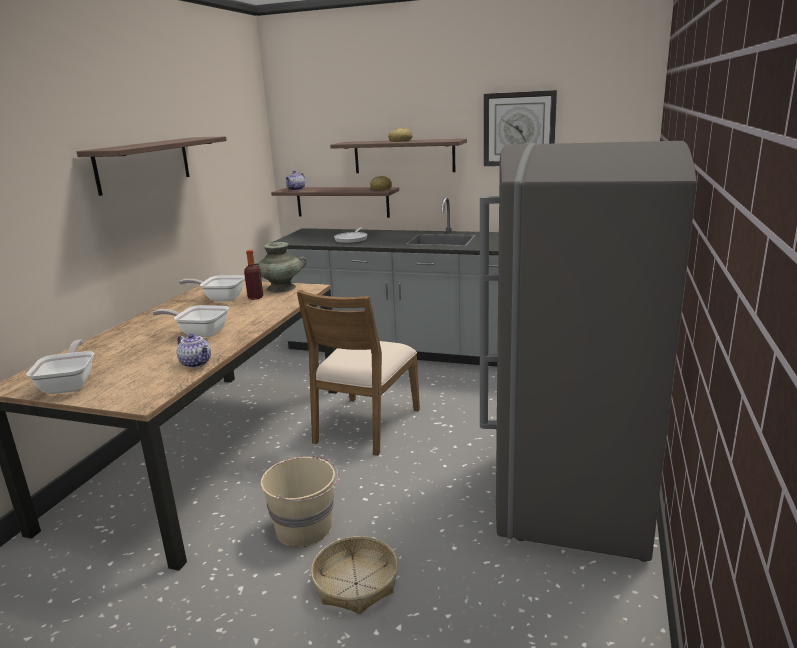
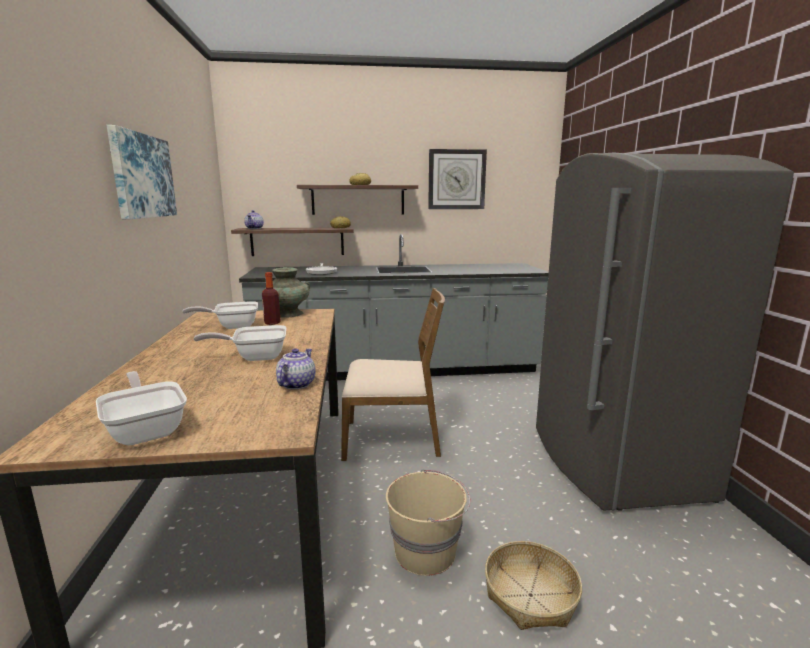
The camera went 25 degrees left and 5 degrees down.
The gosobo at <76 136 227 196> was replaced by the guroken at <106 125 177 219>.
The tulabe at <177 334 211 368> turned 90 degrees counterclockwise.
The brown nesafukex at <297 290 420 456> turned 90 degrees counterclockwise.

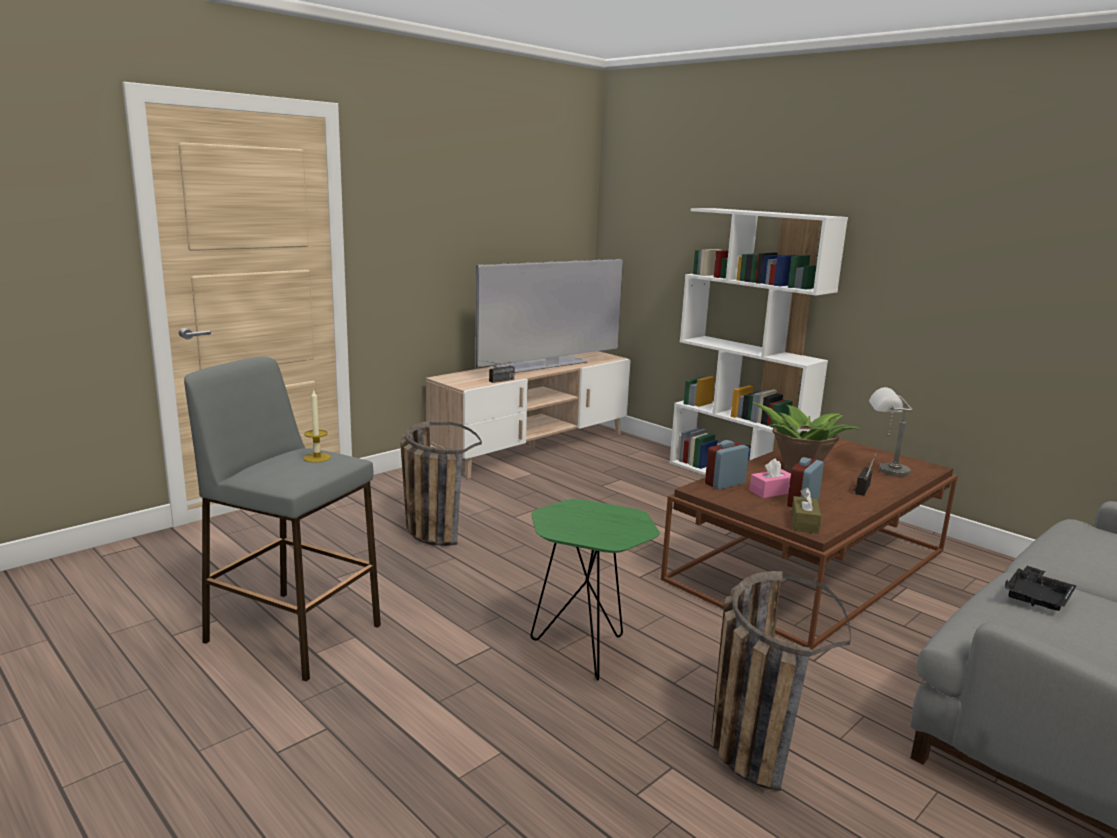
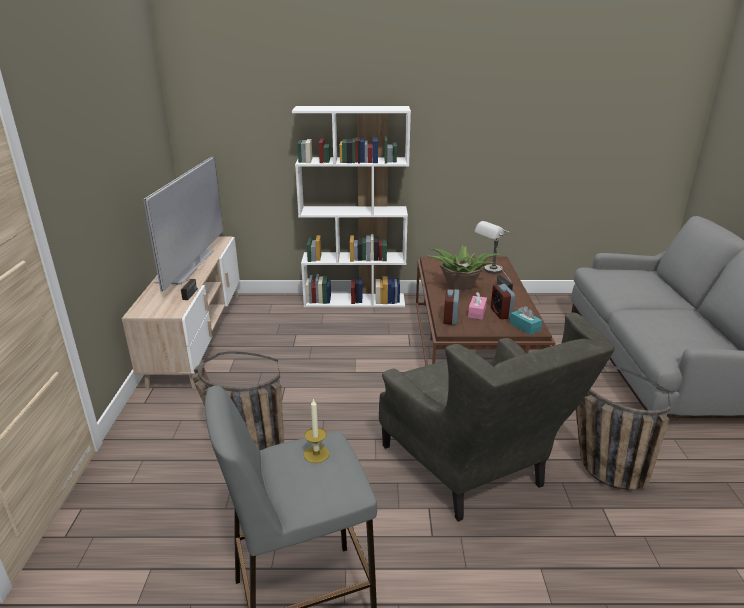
The camera went 45 degrees left and 10 degrees up.
The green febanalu at <530 499 660 681> was replaced by the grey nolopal at <379 313 615 522>.
The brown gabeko at <791 487 821 534> became the turquoise gabeko at <510 306 542 335>.
The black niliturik at <1005 565 1076 611> disappeared.

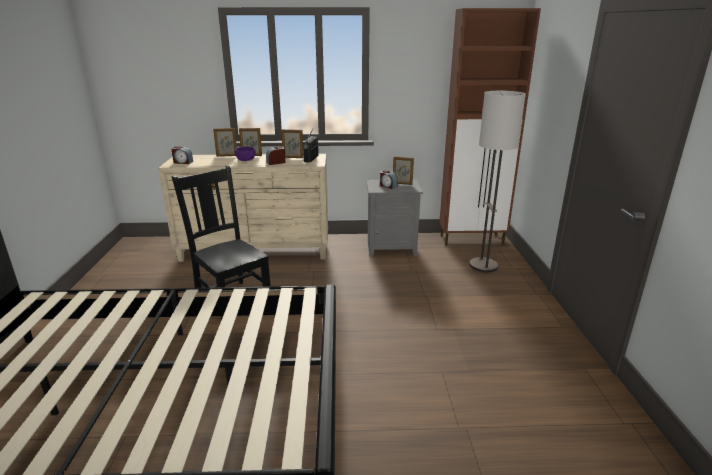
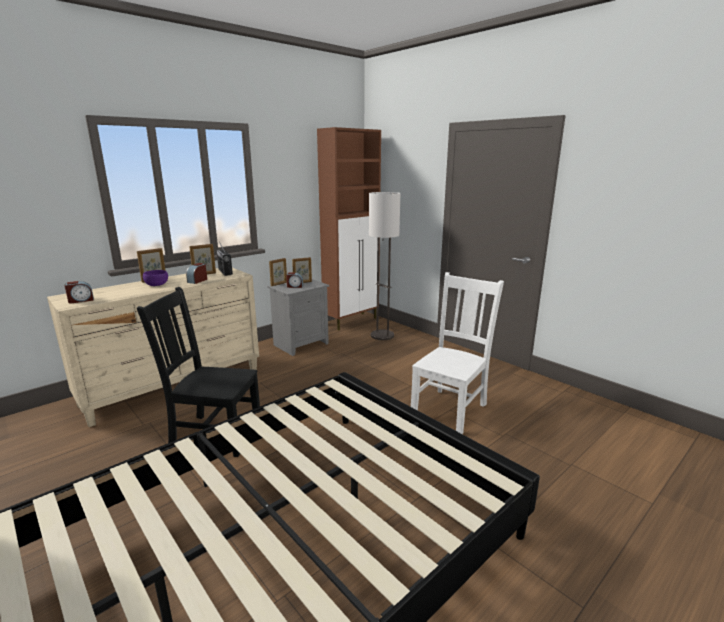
The camera went 40 degrees left and 5 degrees down.
The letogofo moved from <213 128 237 157> to <269 258 287 286>.
The white nesafukex at <411 272 504 434> appeared.

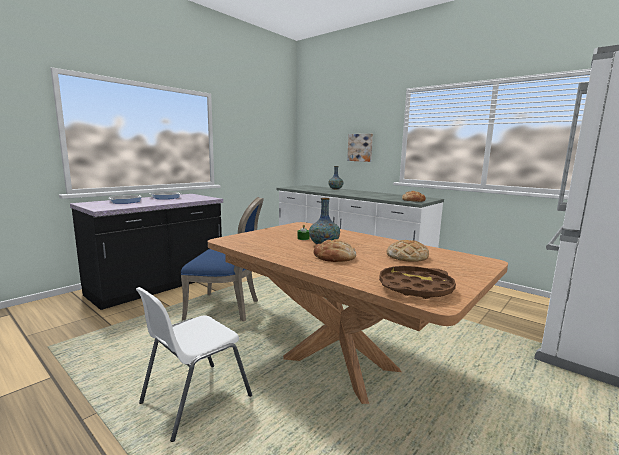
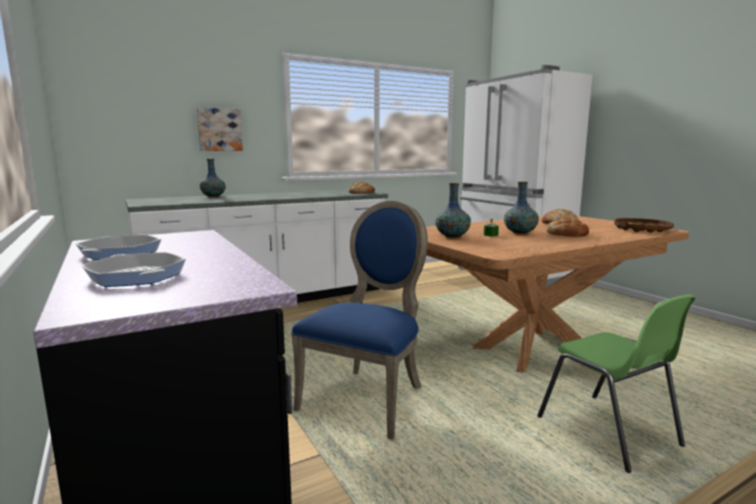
The camera went 70 degrees left and 0 degrees up.
The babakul at <435 183 471 238> appeared.
The white nesafukex at <136 287 252 442> became the green nesafukex at <537 295 696 473>.

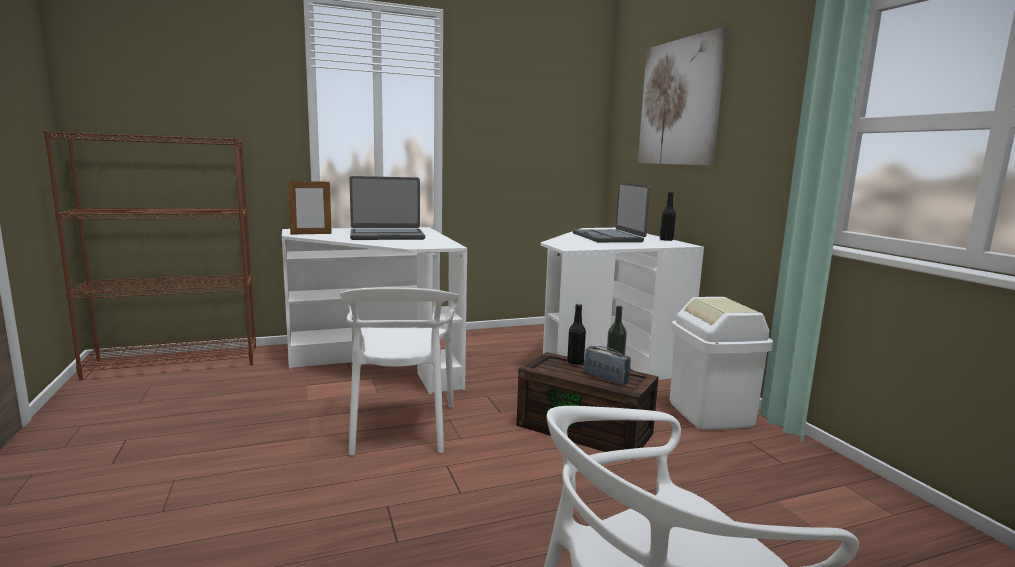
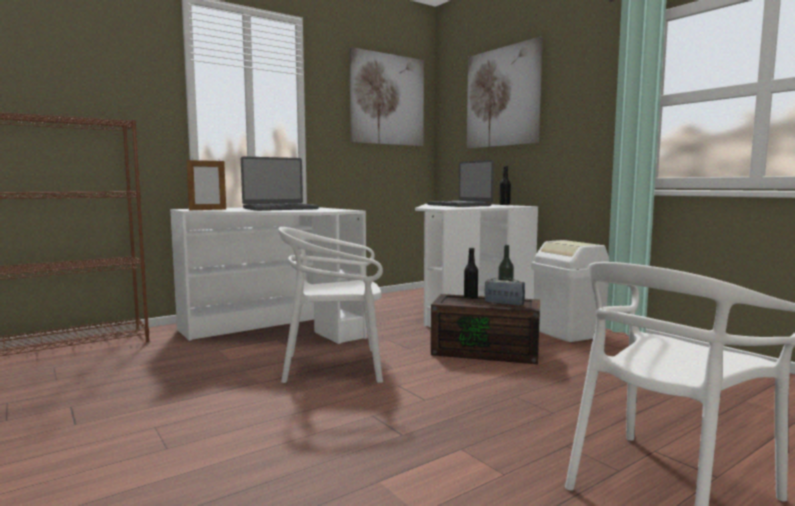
The camera went 15 degrees left and 5 degrees down.
The white nesafukex at <340 288 459 456> turned 105 degrees clockwise.
The guroken at <349 47 424 146> appeared.

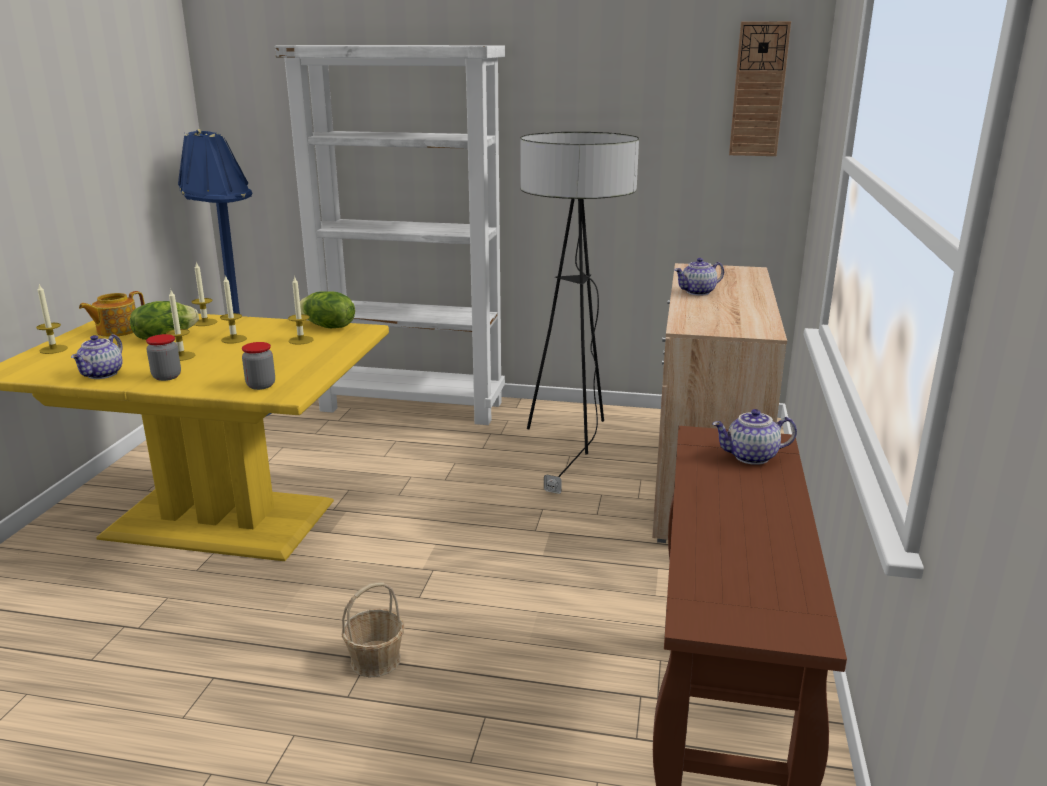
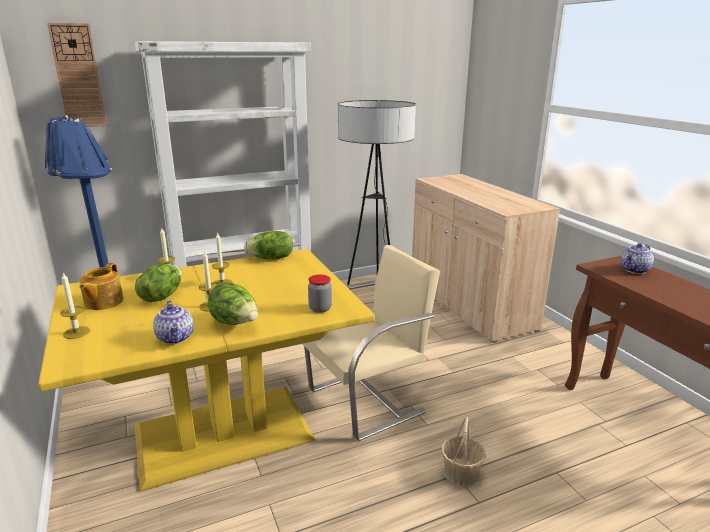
The camera went 35 degrees left and 0 degrees up.
The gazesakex moved from <729 21 791 156> to <47 23 107 127>.
The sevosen at <146 334 181 381> was replaced by the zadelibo at <208 282 258 325>.
The beige nesafukex at <302 245 440 441> appeared.
The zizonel at <288 276 314 345> disappeared.
The tulabe at <675 258 724 296> disappeared.

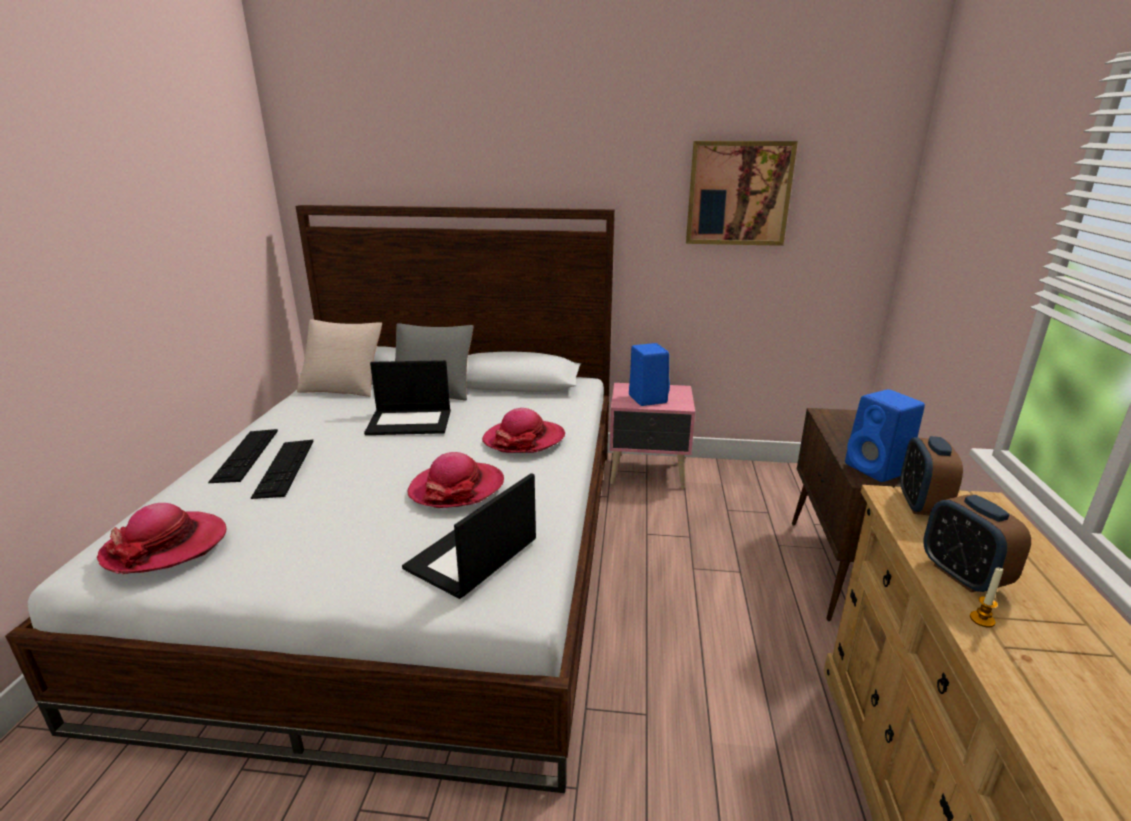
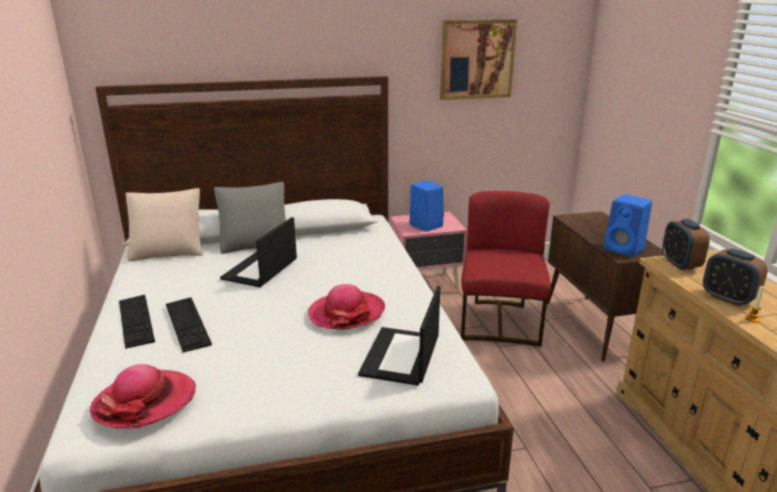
The camera went 20 degrees left and 0 degrees up.
The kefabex at <364 360 451 435> turned 135 degrees clockwise.
The red nesafukex at <461 191 551 347> appeared.
The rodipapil at <482 408 565 453> disappeared.

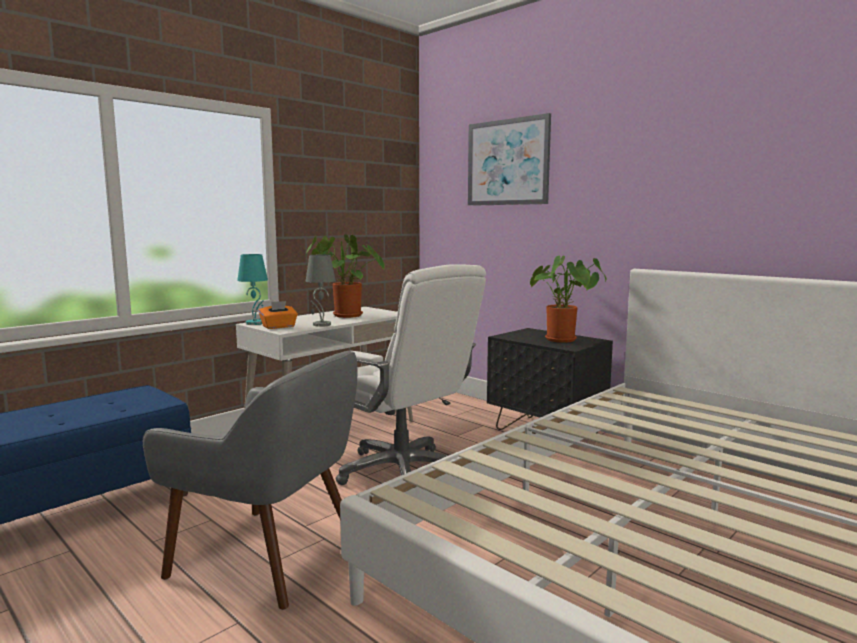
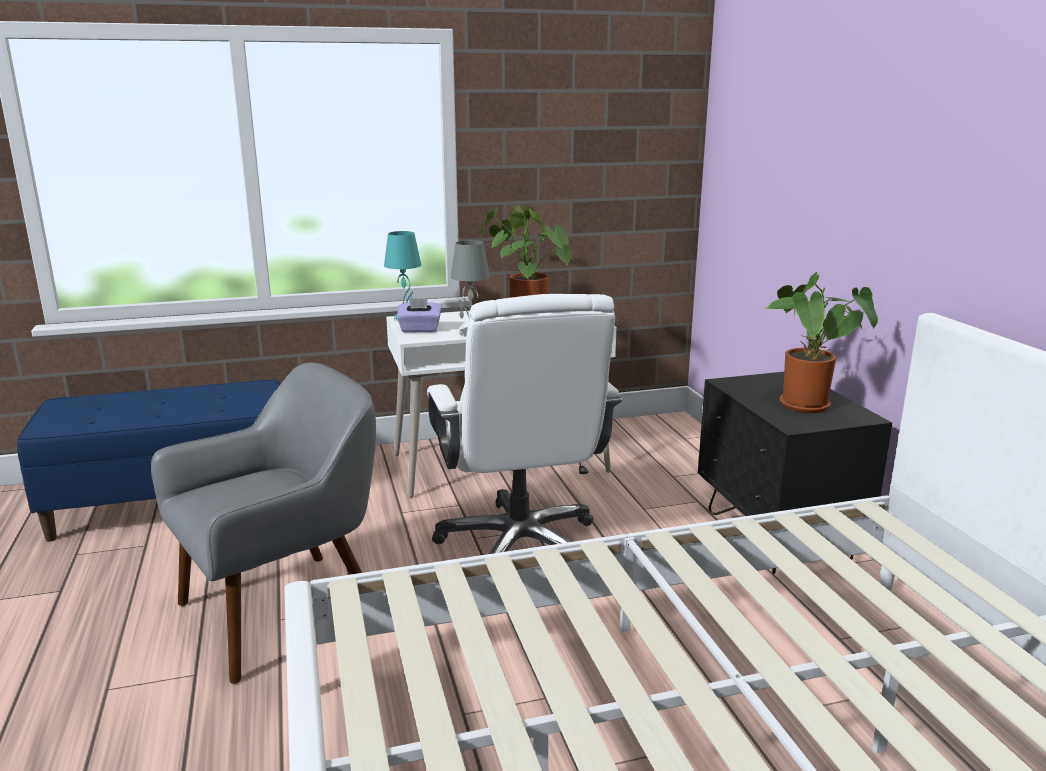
The camera went 30 degrees right and 10 degrees up.
The grey nolopal at <143 351 358 610> turned 90 degrees counterclockwise.
The orange gabeko at <259 301 298 329> became the purple gabeko at <397 298 442 332>.
The guroken at <468 113 551 206> disappeared.

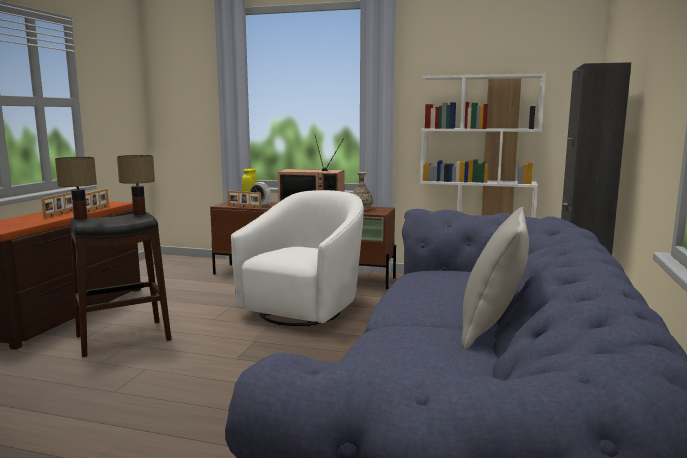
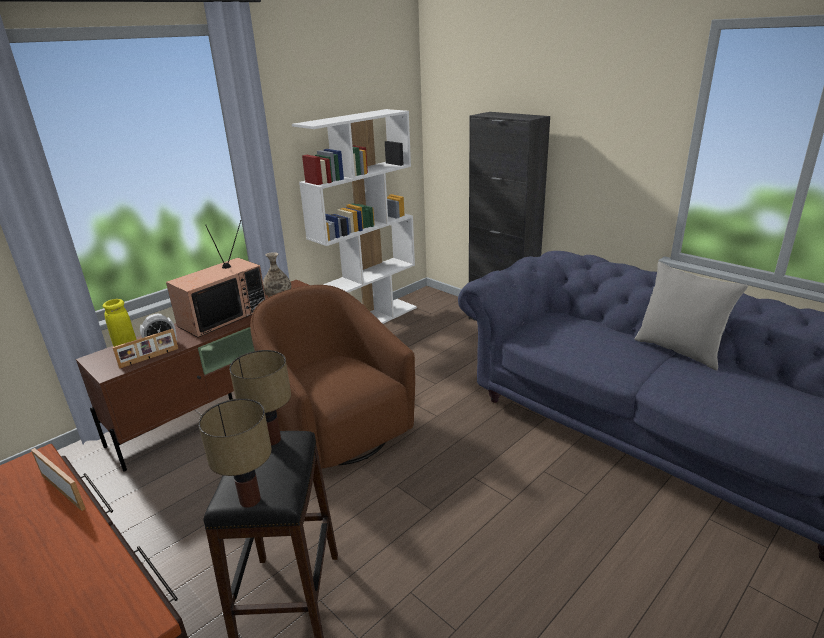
The camera went 60 degrees left and 15 degrees up.
The white nolopal at <231 190 364 326> became the brown nolopal at <250 285 415 470>.
The letogofo at <41 192 73 218> disappeared.

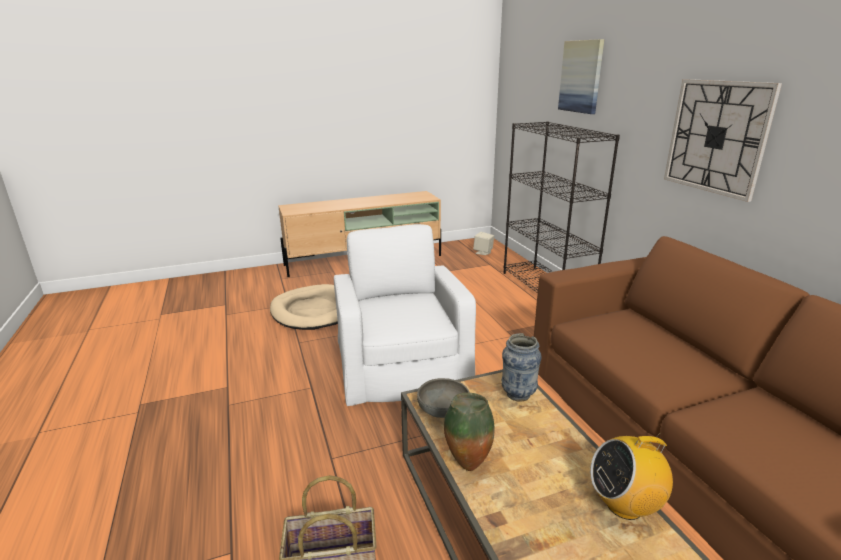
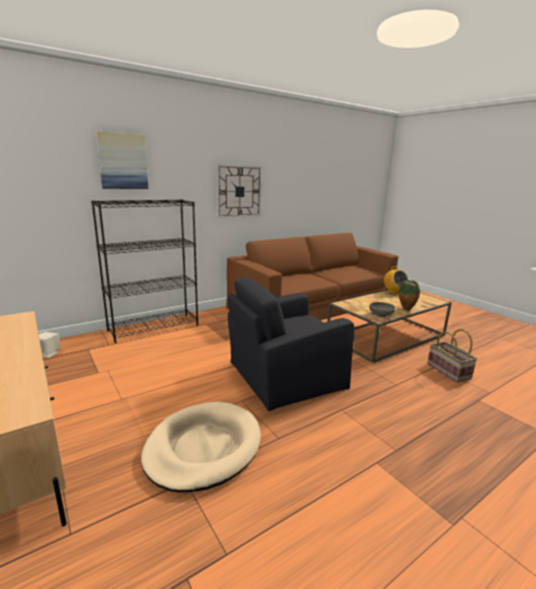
The camera went 105 degrees left and 5 degrees down.
The white nolopal at <334 224 476 406> became the black nolopal at <228 277 354 411>.
The babakul at <501 333 542 402> disappeared.

